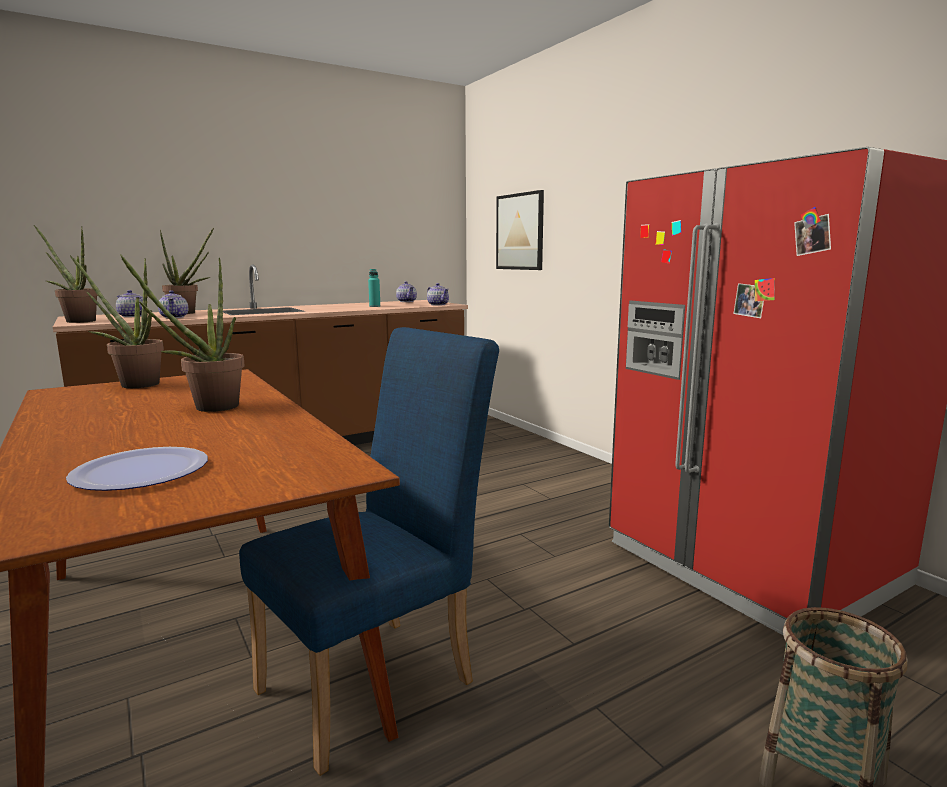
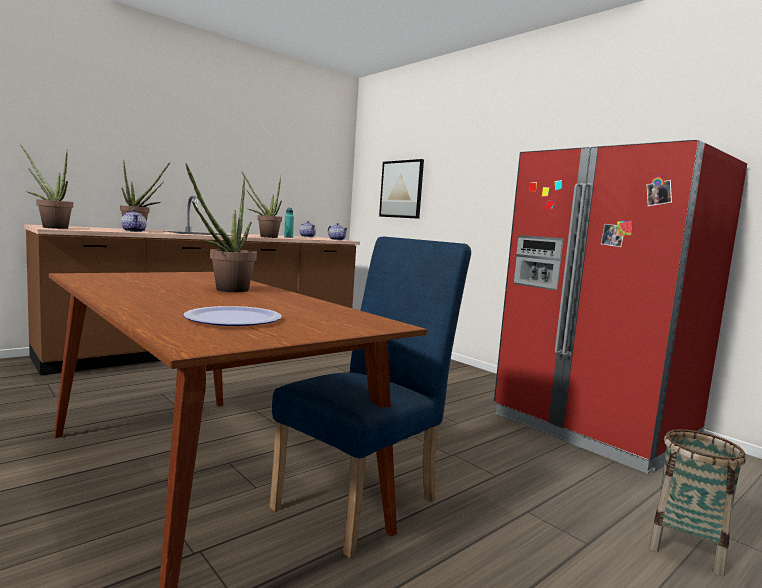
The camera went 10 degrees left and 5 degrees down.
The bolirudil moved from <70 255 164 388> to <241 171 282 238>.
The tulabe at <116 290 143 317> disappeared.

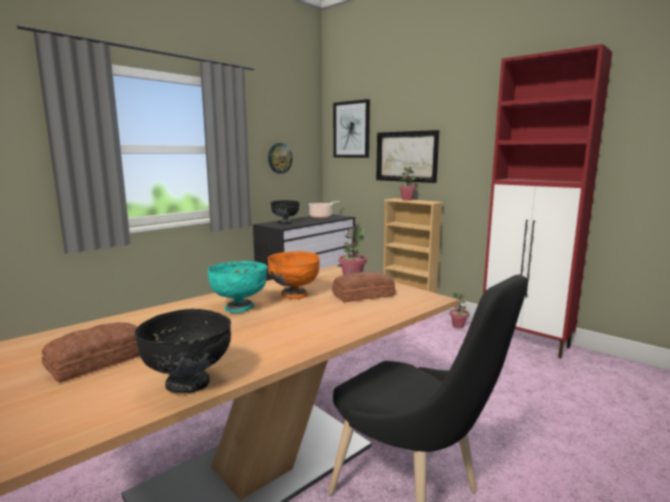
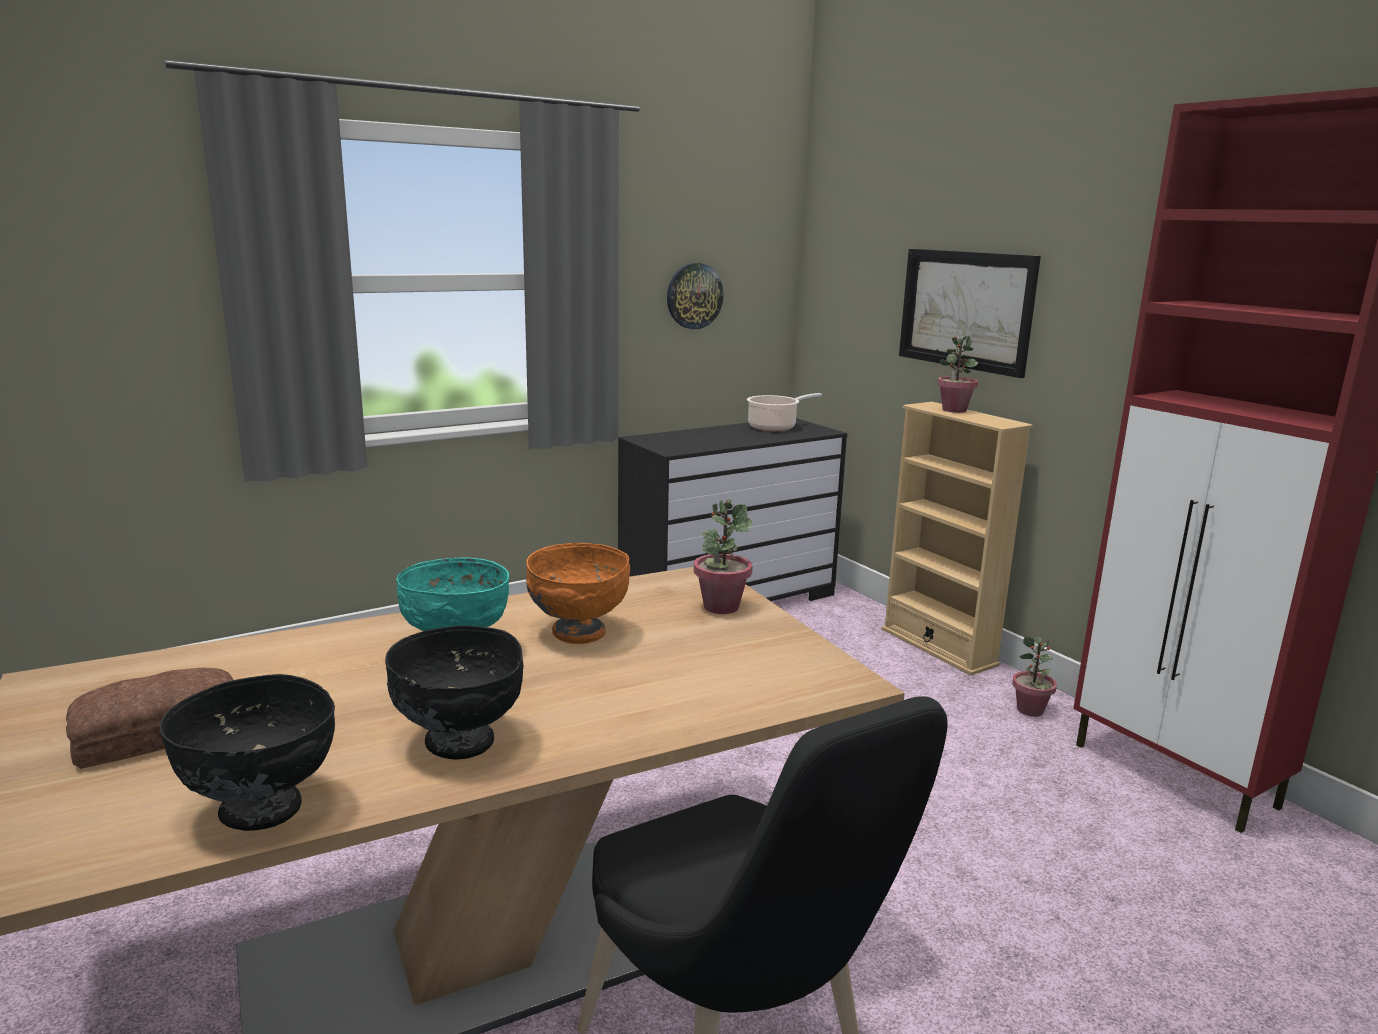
The camera went 15 degrees right and 5 degrees up.
The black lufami moved from <271 200 299 224> to <385 625 524 760>.
The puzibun at <332 272 396 302> disappeared.
The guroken at <333 99 370 158> disappeared.

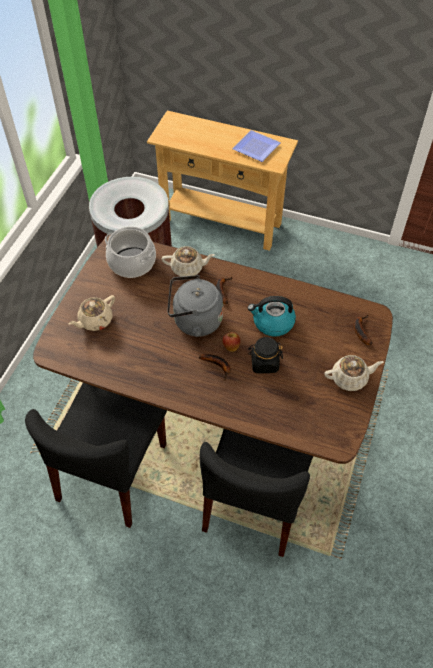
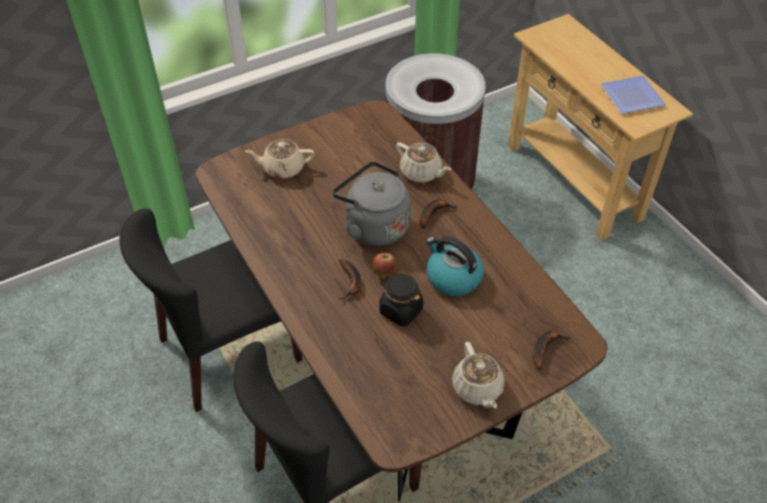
The camera went 40 degrees right and 5 degrees down.
The beige tulabe at <324 355 384 391> turned 45 degrees clockwise.
The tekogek at <105 227 156 278> disappeared.

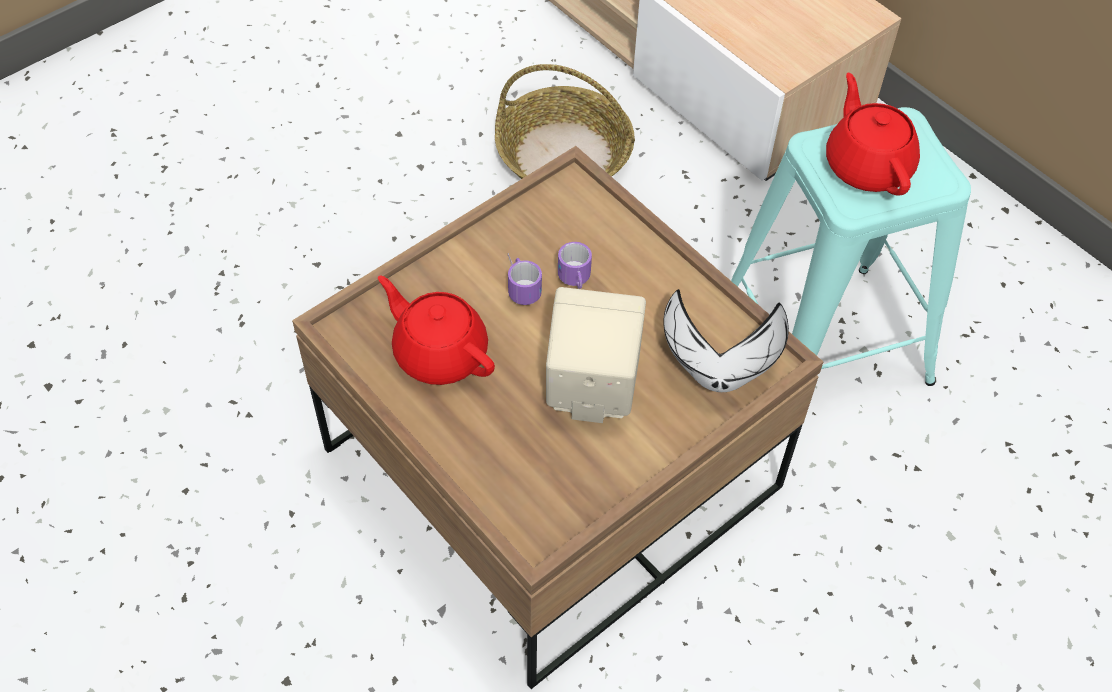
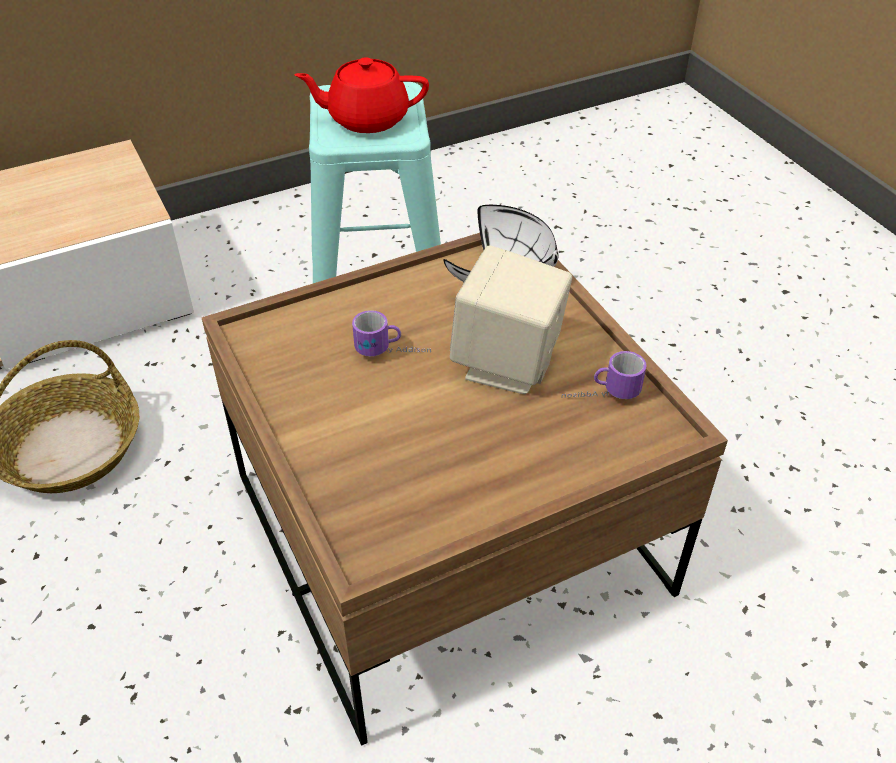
The camera went 75 degrees left and 10 degrees down.
The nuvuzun moved from <508 253 542 305> to <561 351 646 399>.
The red tulabe at <378 275 495 385> disappeared.

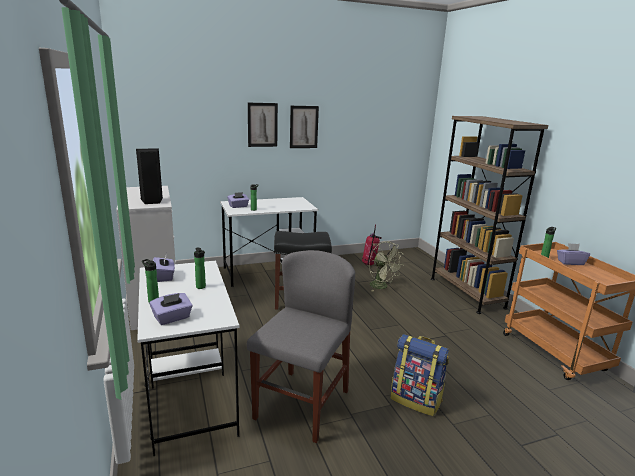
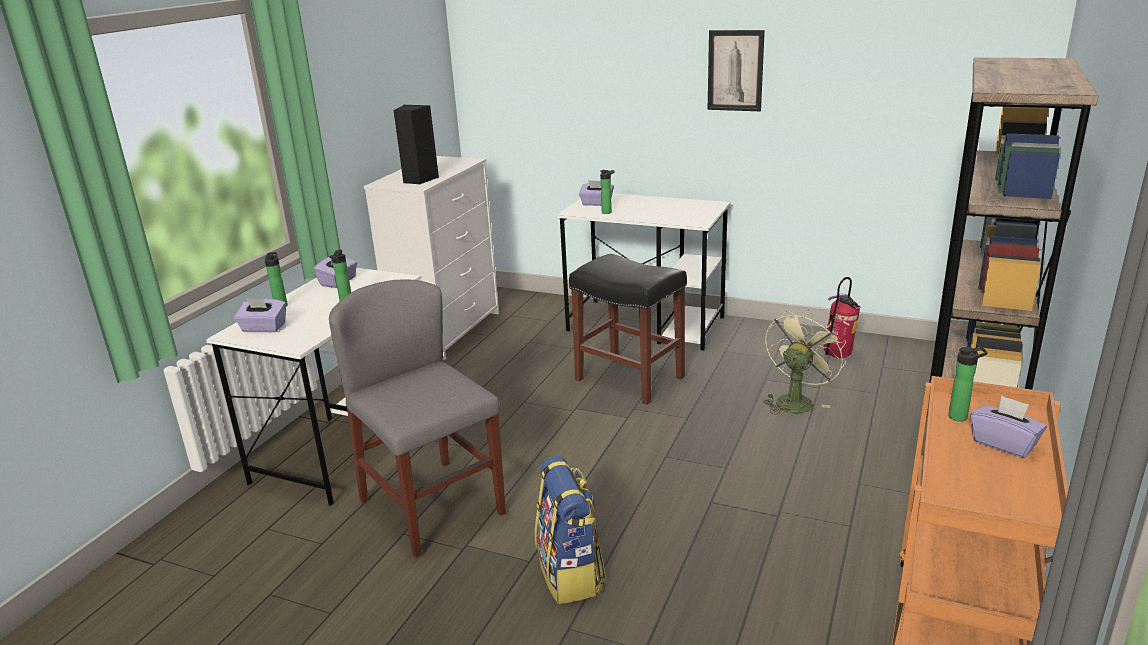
The camera went 45 degrees right and 5 degrees up.
The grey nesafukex at <247 250 355 443> turned 105 degrees counterclockwise.
The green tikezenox at <369 241 404 292> turned 150 degrees counterclockwise.
The guroken at <248 103 278 147> disappeared.

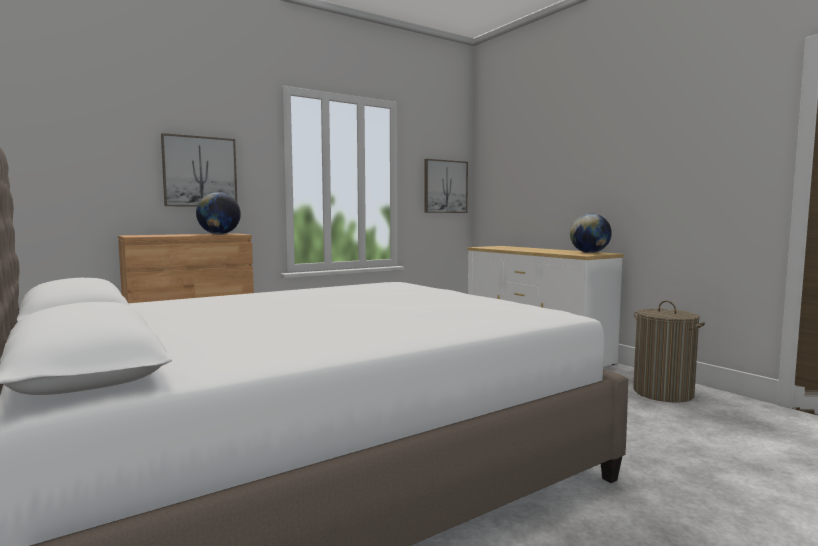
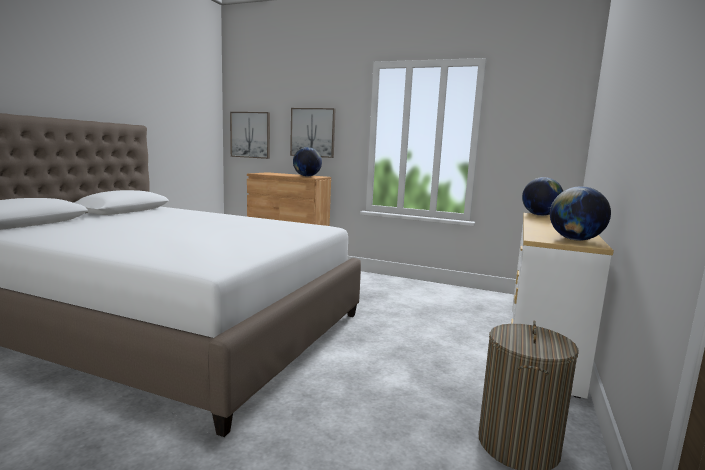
The camera went 55 degrees right and 5 degrees up.
The guroken moved from <424 159 468 213> to <230 112 270 159>.
The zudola at <522 177 563 216> appeared.

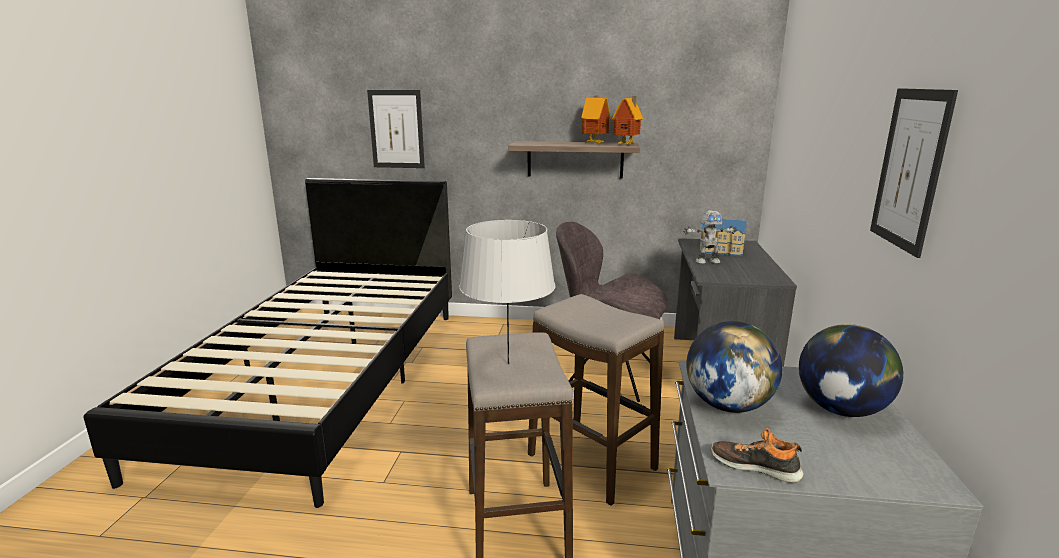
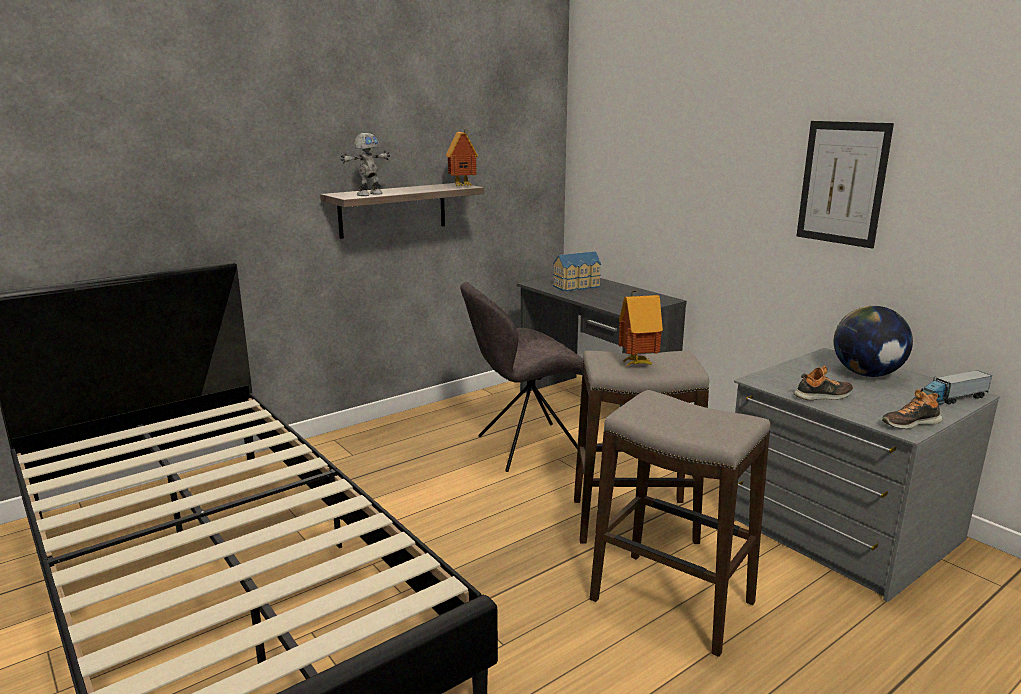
The camera went 45 degrees left and 0 degrees up.
The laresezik moved from <683 210 737 264> to <341 133 390 196>.
The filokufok moved from <581 96 610 143> to <618 291 663 366>.
The zudola at <686 321 782 413> was replaced by the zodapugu at <794 366 853 400>.
The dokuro at <911 370 993 405> appeared.
The guroken at <367 90 425 168> disappeared.
The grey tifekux at <459 220 555 364> disappeared.

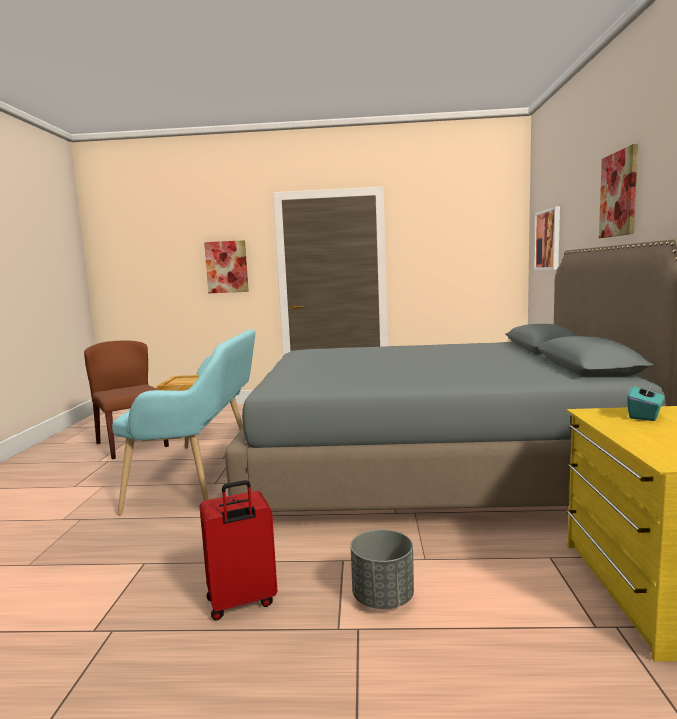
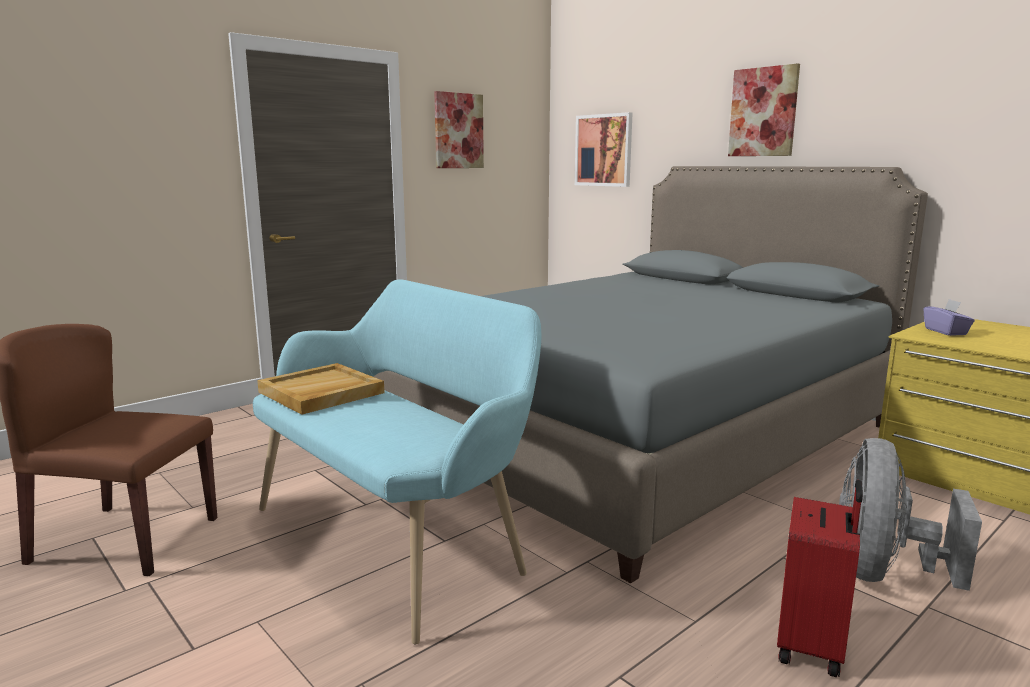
The camera went 45 degrees left and 5 degrees up.
The guroken moved from <204 240 249 293> to <434 91 484 168>.
The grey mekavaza at <351 529 414 609> was replaced by the grey tikezenox at <839 438 982 591>.
The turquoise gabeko at <627 381 664 421> became the purple gabeko at <923 299 975 336>.

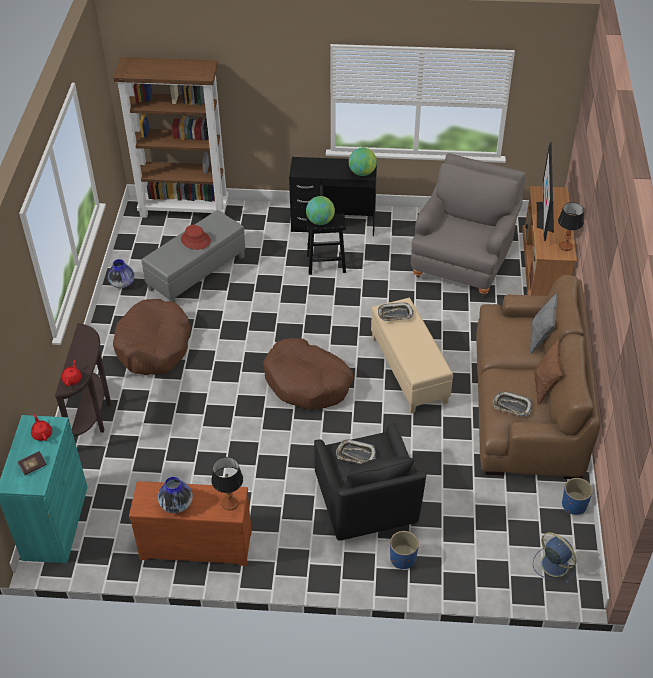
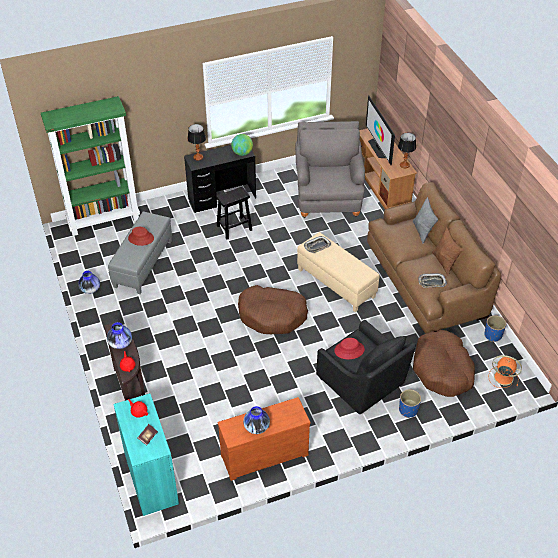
The camera went 25 degrees left and 0 degrees up.
The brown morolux at <113 57 229 218> became the green morolux at <41 96 140 236>.
The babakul at <107 322 132 349> appeared.
The tifekux moved from <211 457 243 511> to <187 124 206 160>.
The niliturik at <336 439 376 464> was replaced by the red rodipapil at <334 338 365 359>.
The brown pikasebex moved from <113 299 191 375> to <413 330 475 397>.
The blue tikezenox at <533 532 577 583> became the orange tikezenox at <489 355 522 388>.
The zudola at <306 196 335 225> disappeared.

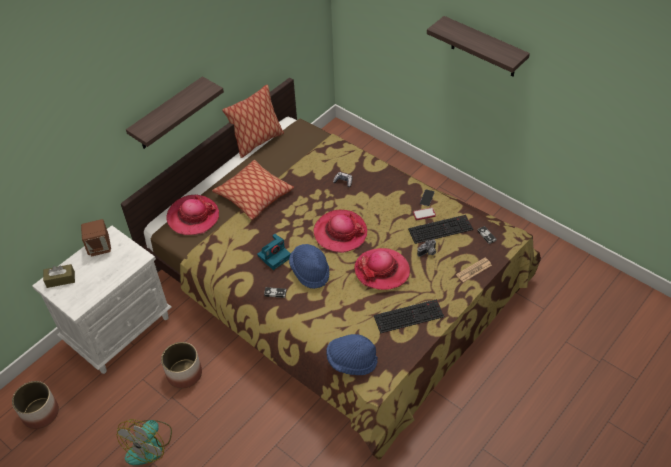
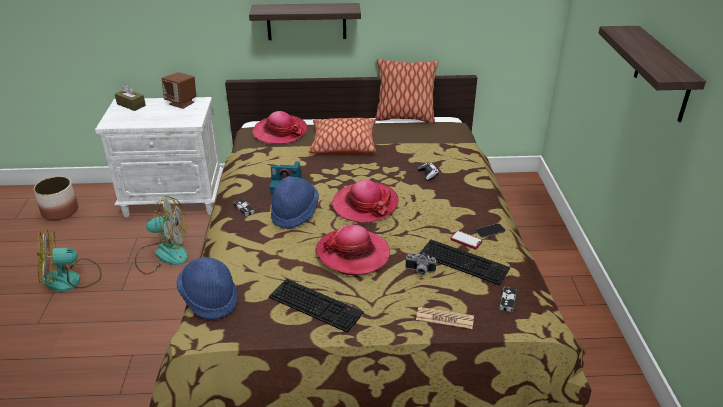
The camera went 45 degrees right and 15 degrees down.
The mekavaza at <161 342 202 389> was replaced by the tikezenox at <135 196 188 274>.

